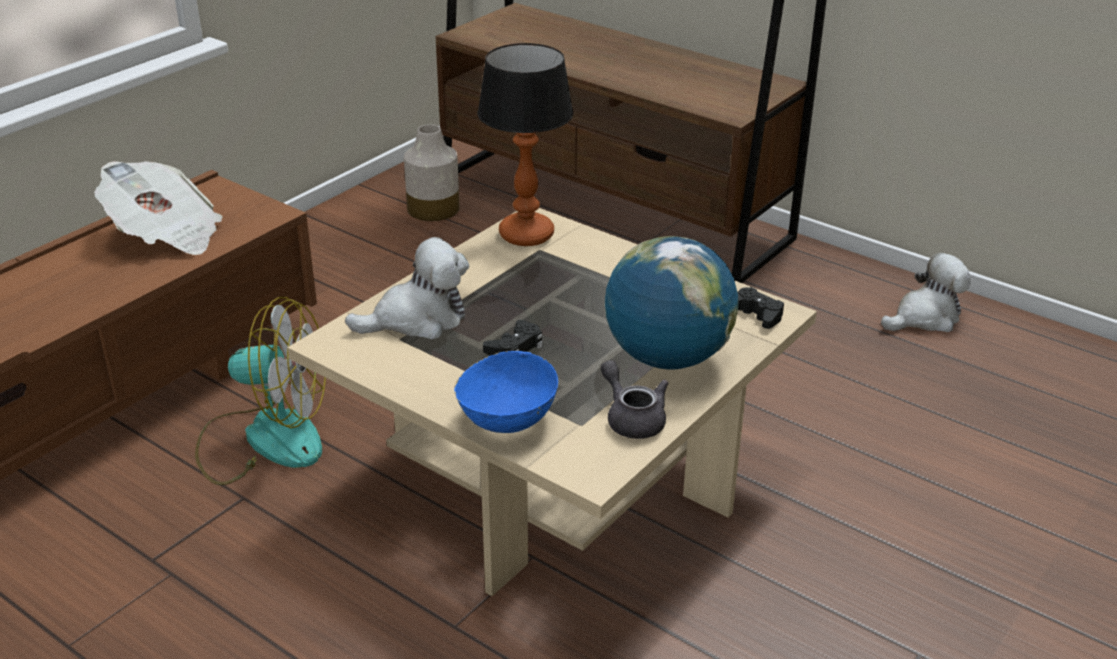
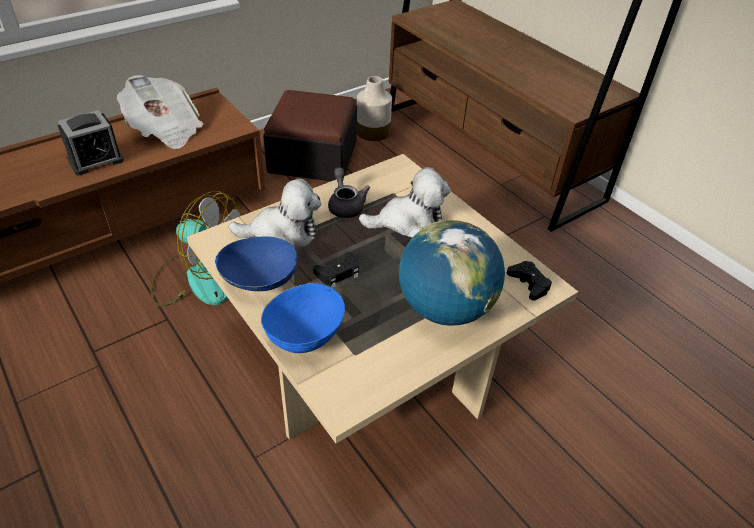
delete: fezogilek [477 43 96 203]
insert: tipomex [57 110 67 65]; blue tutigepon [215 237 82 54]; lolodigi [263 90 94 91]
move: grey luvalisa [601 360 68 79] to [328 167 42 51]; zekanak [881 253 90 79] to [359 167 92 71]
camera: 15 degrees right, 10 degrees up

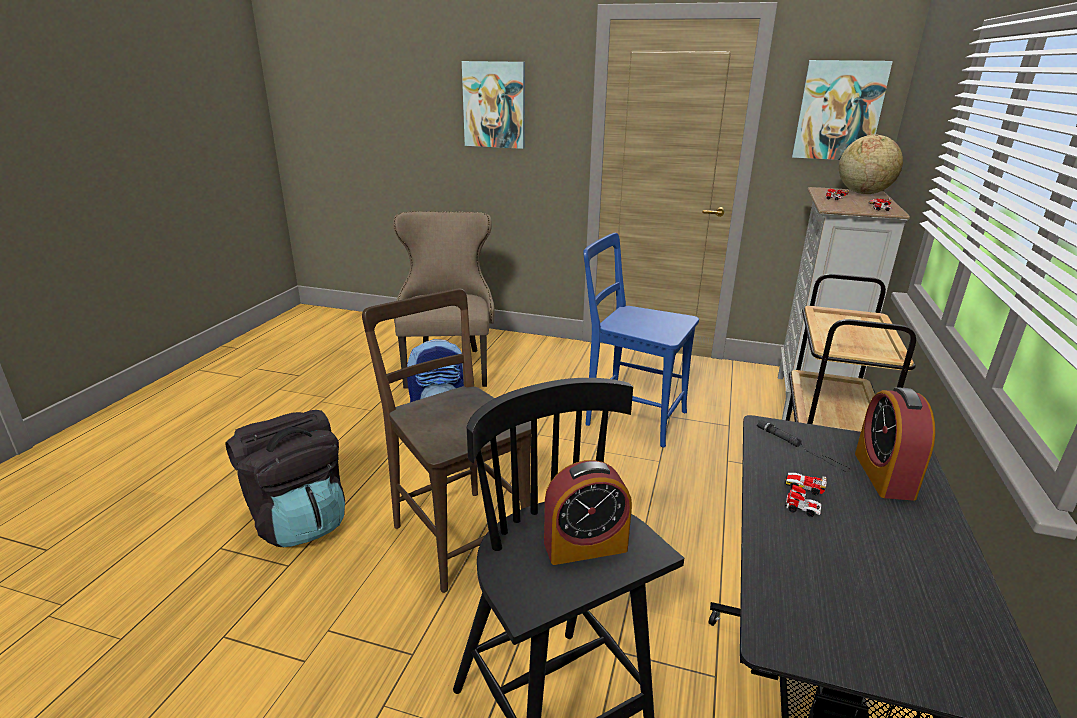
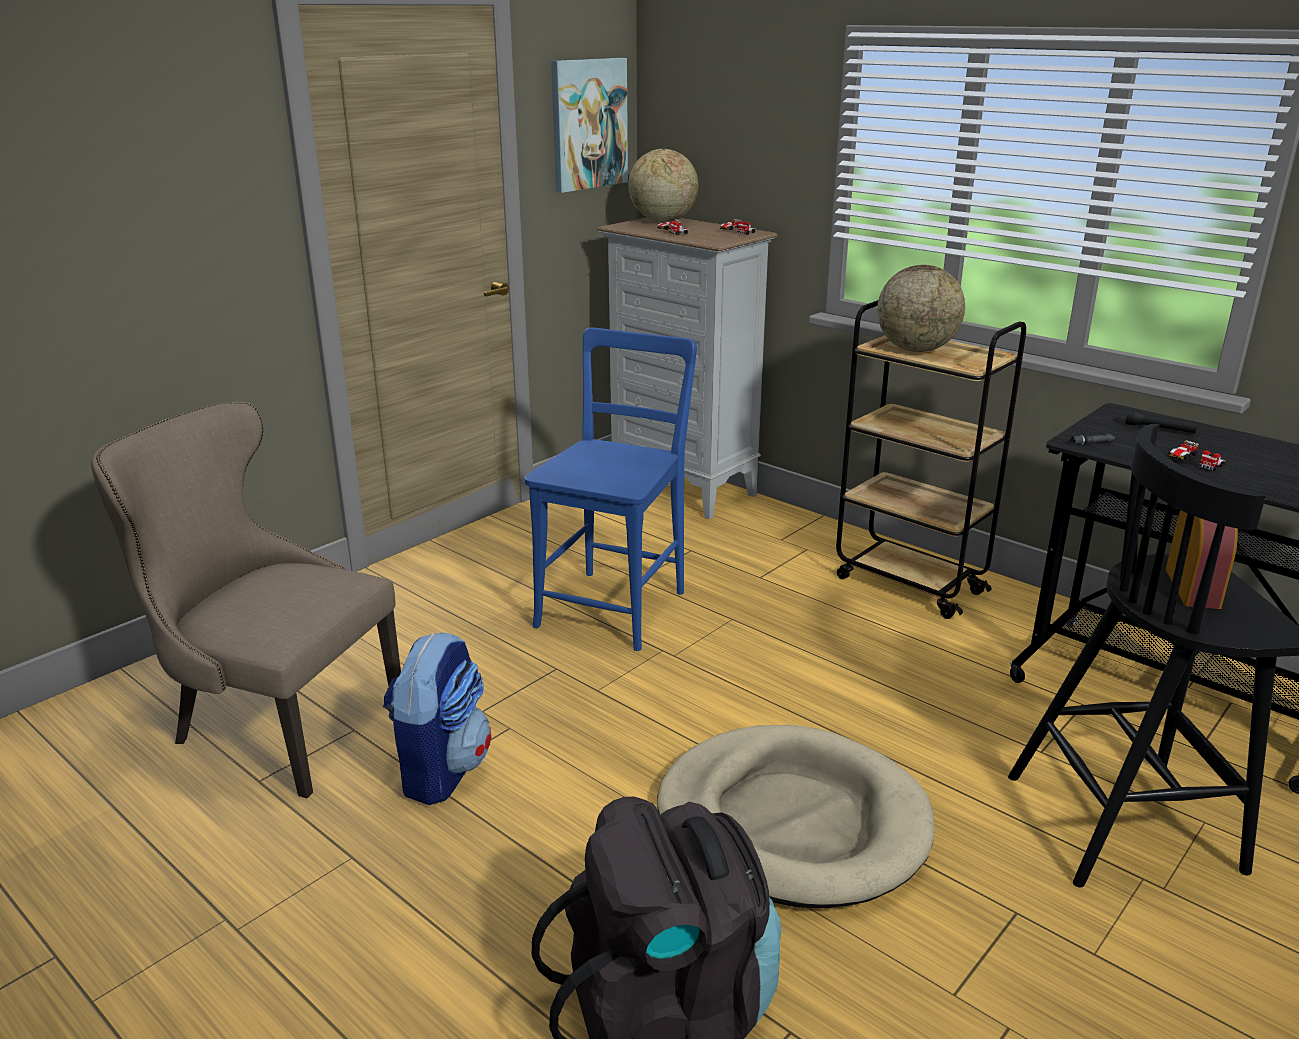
delete: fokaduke [462 61 63 88]
insert: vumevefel [877 265 88 87]
replace: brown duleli [362 289 169 304] to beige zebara [657 725 278 183]; tipomex [855 387 80 114] to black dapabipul [1125 409 73 24]
rotate: blue duleli [583 233 116 214] = [524 328 173 323] 150 degrees clockwise
camera: 65 degrees left, 0 degrees up

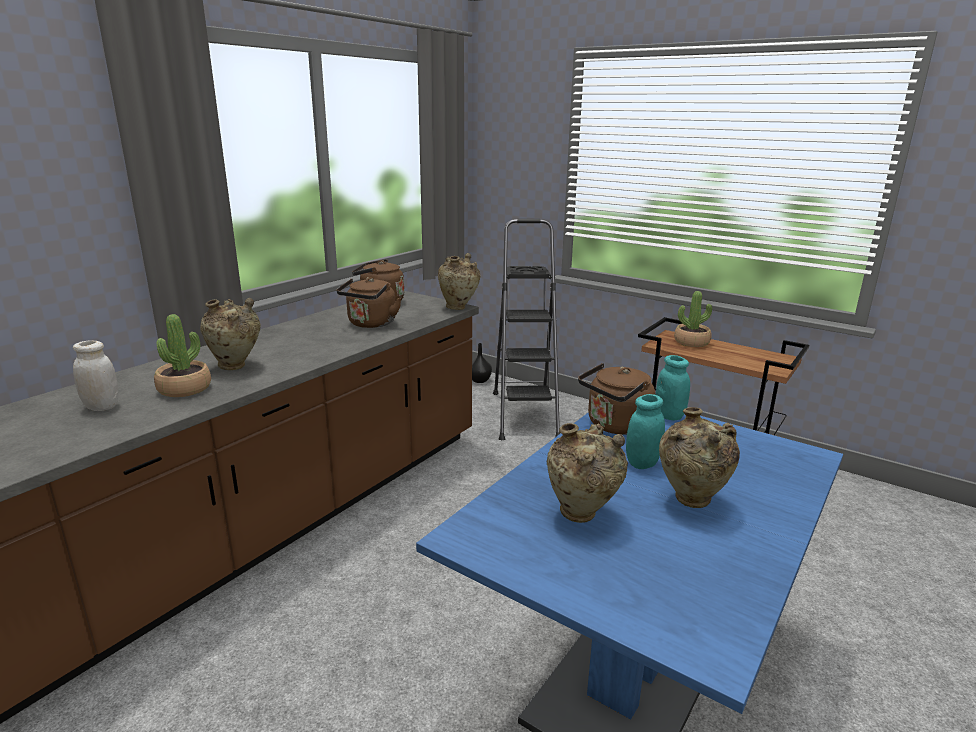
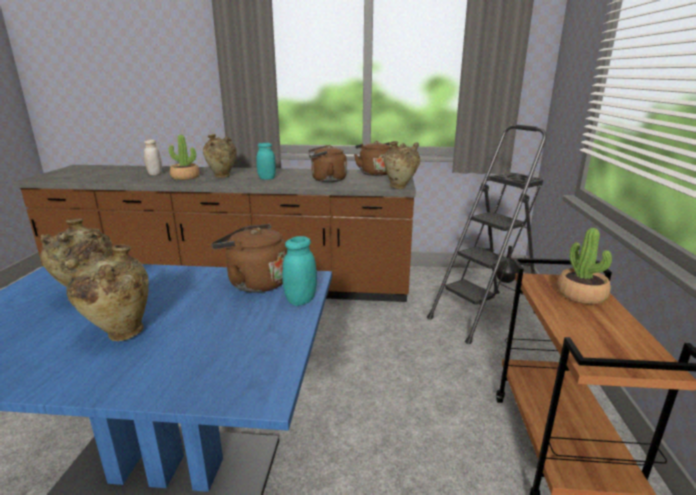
move: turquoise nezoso [626 394 39 75] to [256 143 20 37]
camera: 60 degrees right, 0 degrees up

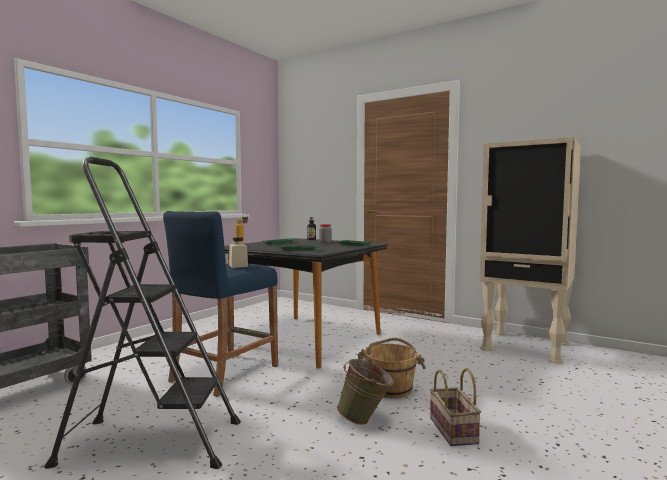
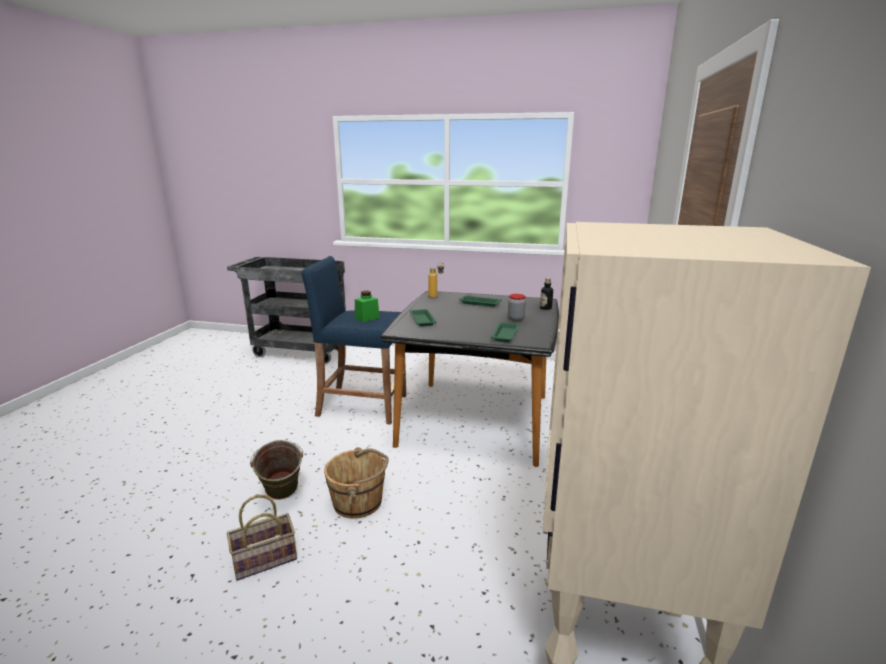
delete: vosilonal [44 157 197 312]
recolor: beige nezoso [229 237 19 31] to green nezoso [355 291 25 31]
camera: 70 degrees right, 15 degrees up

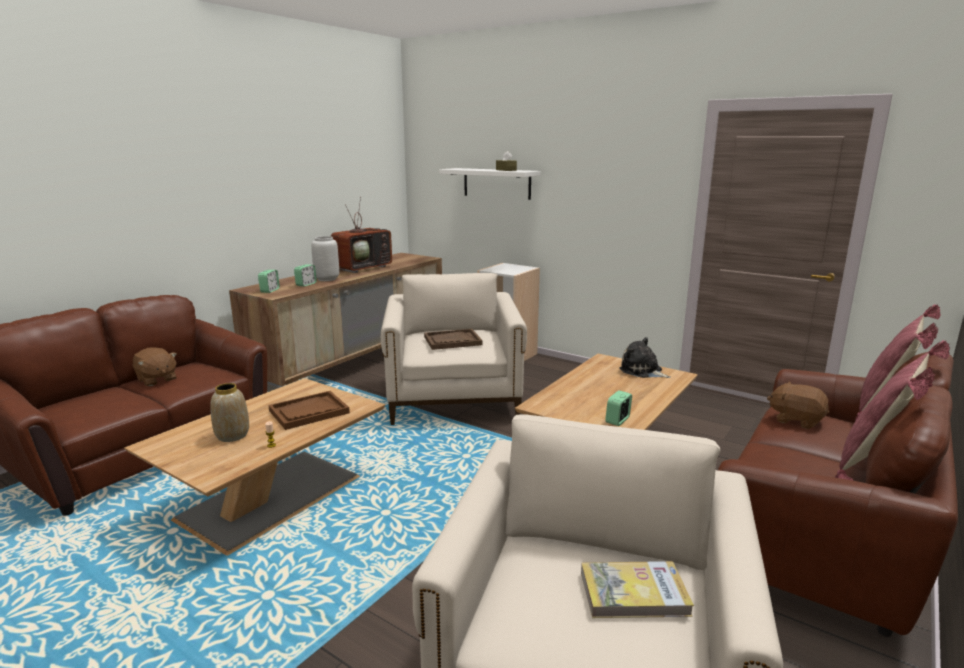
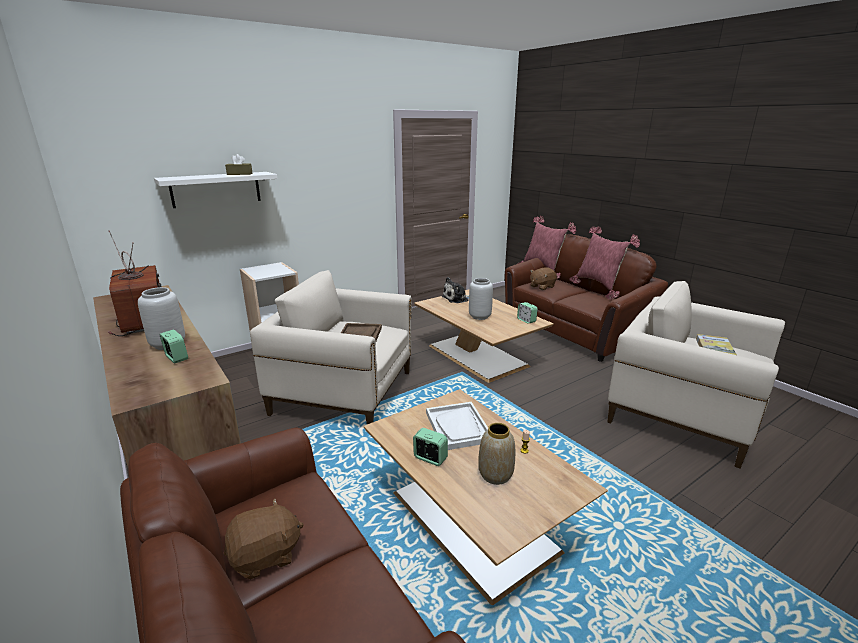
insert: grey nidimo [469 278 24 42]
move: tipomex [258 270 22 23] to [413 428 35 38]
recolor: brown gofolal [268 391 82 39] to white gofolal [426 402 62 48]
camera: 70 degrees left, 5 degrees up

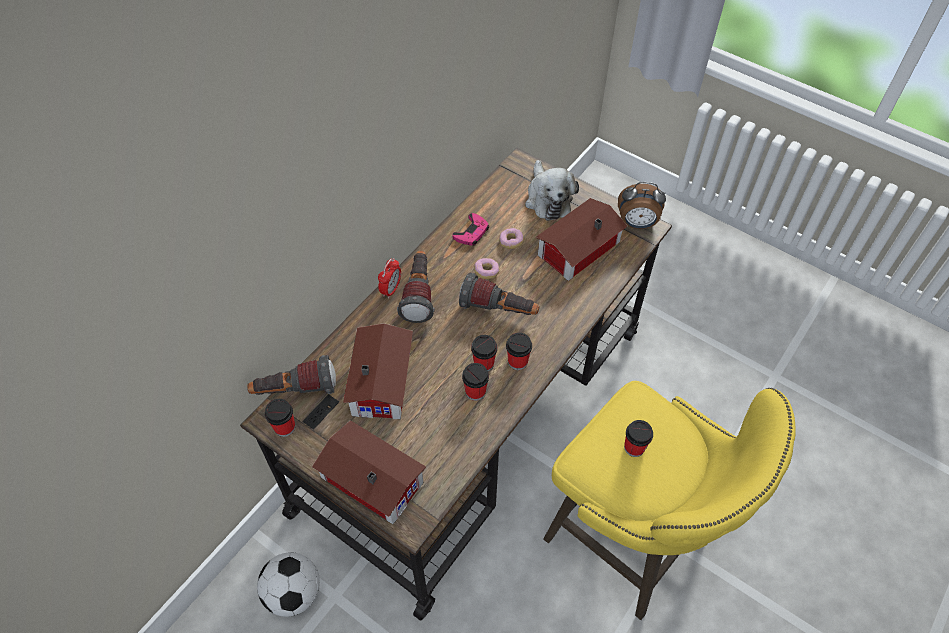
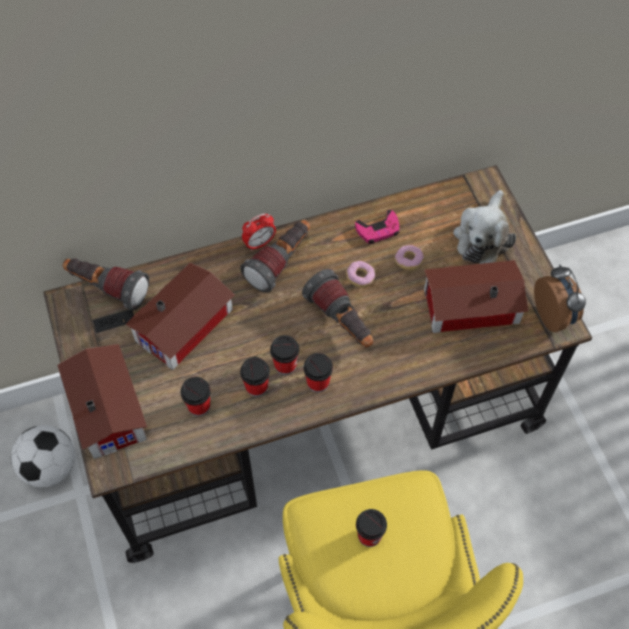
move: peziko [265 399 30 38] to [181 377 30 39]
rotate: tipomex [618 182 48 47] = [534 264 52 68] 150 degrees counterclockwise
camera: 35 degrees right, 5 degrees up

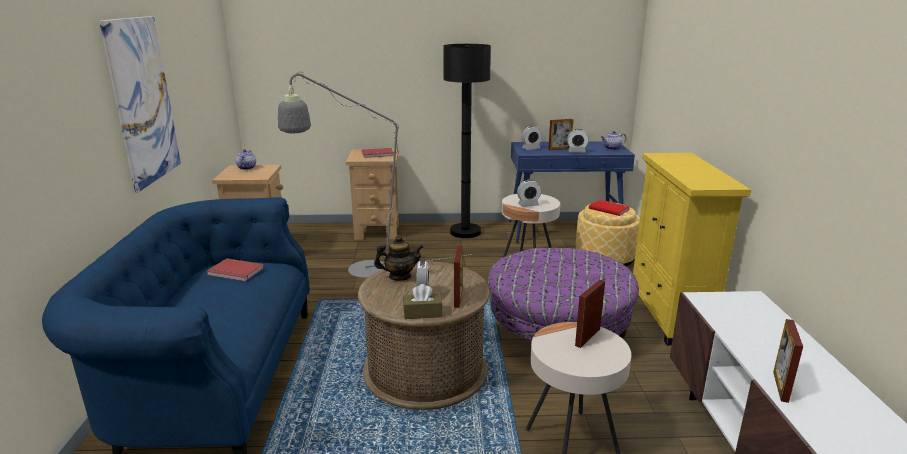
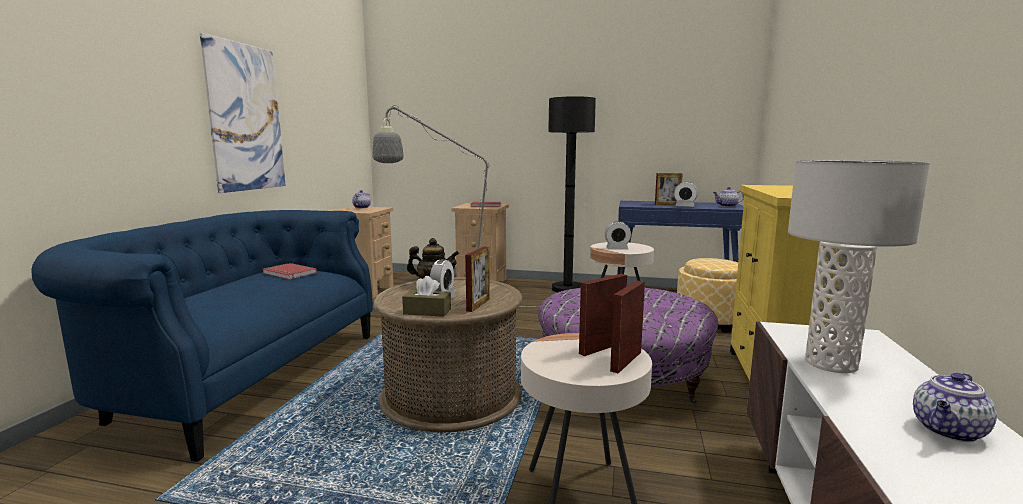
delete: tipomex [522 126 20 24]; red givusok [589 200 41 16]
insert: white fezogilek [788 160 142 213]; luvalisa [913 373 84 69]
move: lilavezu [773 319 30 84] to [610 281 35 93]
camera: 15 degrees right, 10 degrees down

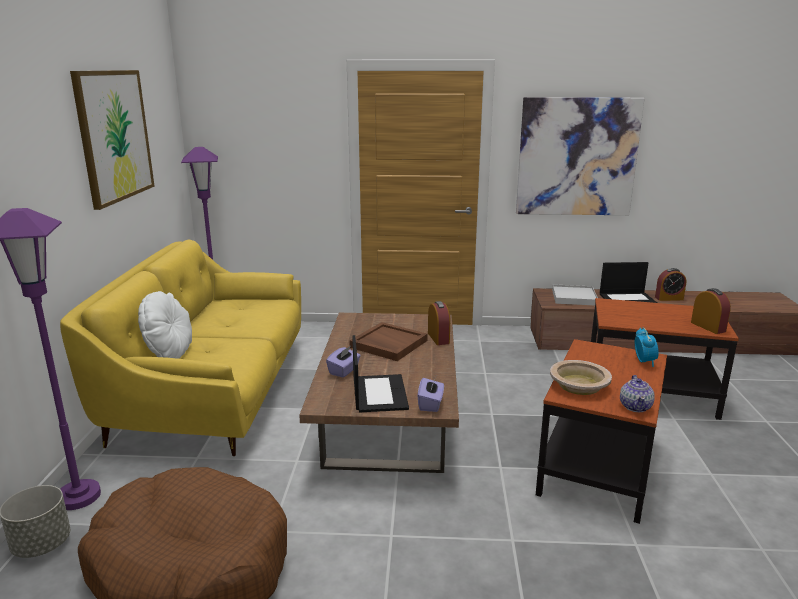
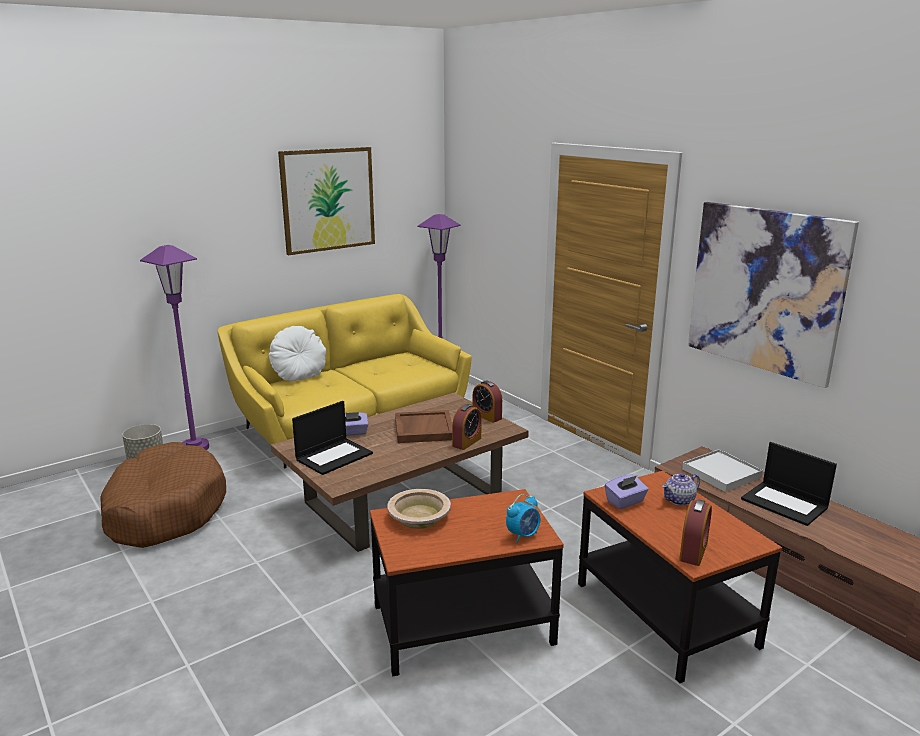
move: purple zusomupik [418 378 26 34] to [605 474 44 35]; luvalisa [620 375 35 37] to [662 473 38 33]; tipomex [655 268 31 33] to [472 381 30 42]
camera: 50 degrees right, 0 degrees up

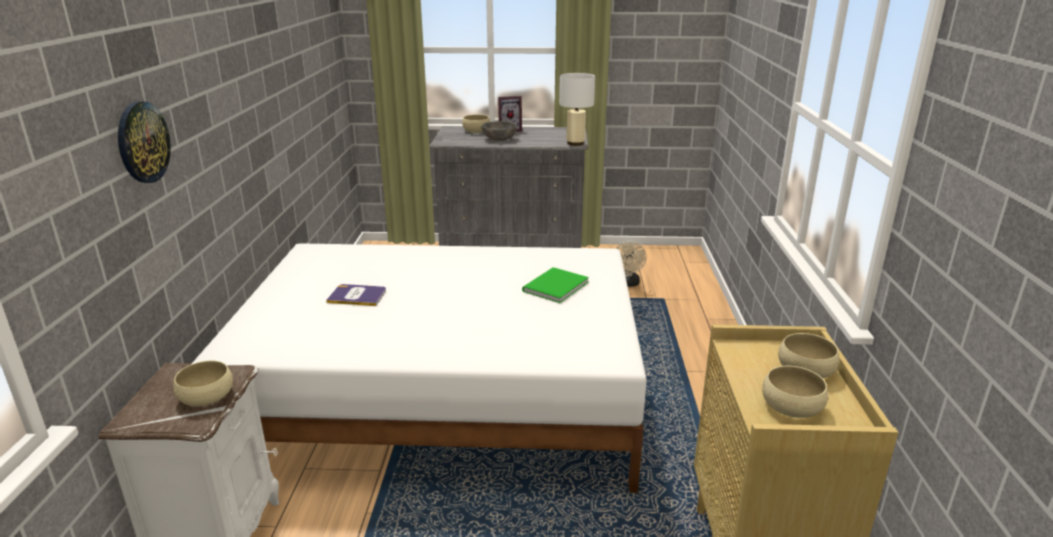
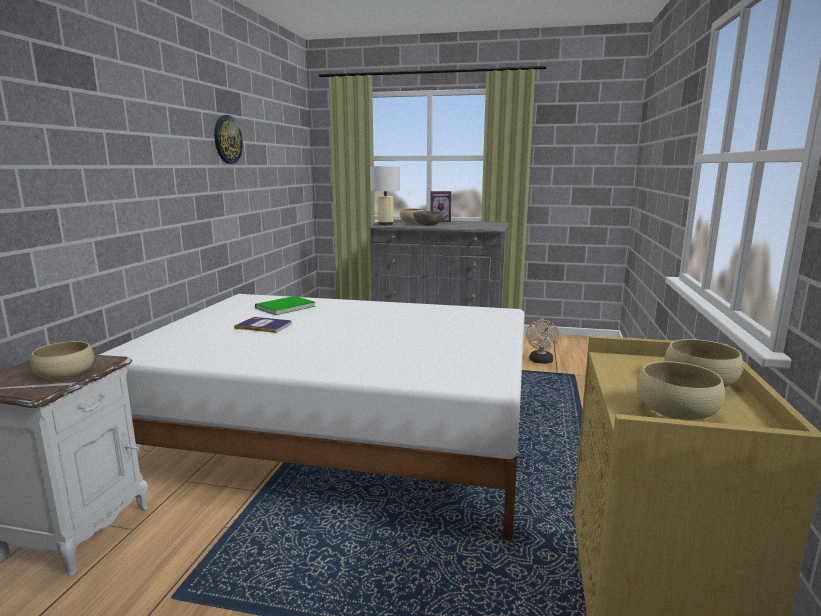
move: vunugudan [118 102 53 81] to [214 115 29 49]; green givusok [522 267 67 36] to [255 296 61 19]; white fezogilek [559 73 36 73] to [370 166 30 59]
camera: 10 degrees right, 10 degrees down

